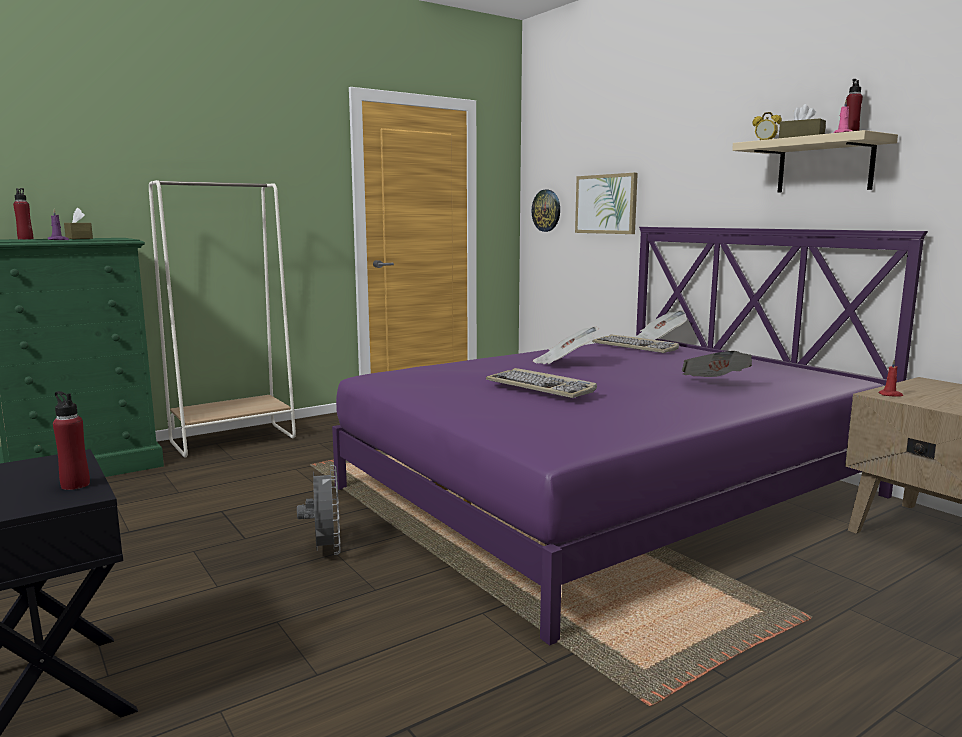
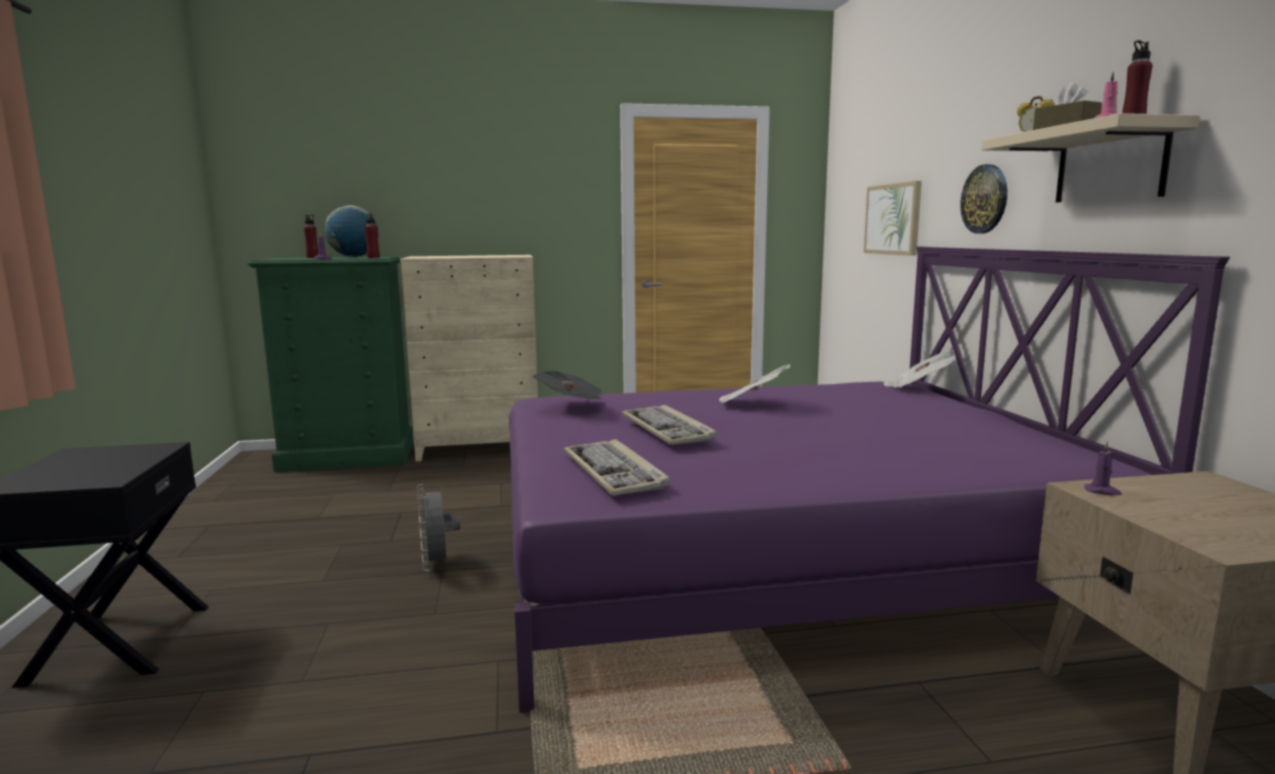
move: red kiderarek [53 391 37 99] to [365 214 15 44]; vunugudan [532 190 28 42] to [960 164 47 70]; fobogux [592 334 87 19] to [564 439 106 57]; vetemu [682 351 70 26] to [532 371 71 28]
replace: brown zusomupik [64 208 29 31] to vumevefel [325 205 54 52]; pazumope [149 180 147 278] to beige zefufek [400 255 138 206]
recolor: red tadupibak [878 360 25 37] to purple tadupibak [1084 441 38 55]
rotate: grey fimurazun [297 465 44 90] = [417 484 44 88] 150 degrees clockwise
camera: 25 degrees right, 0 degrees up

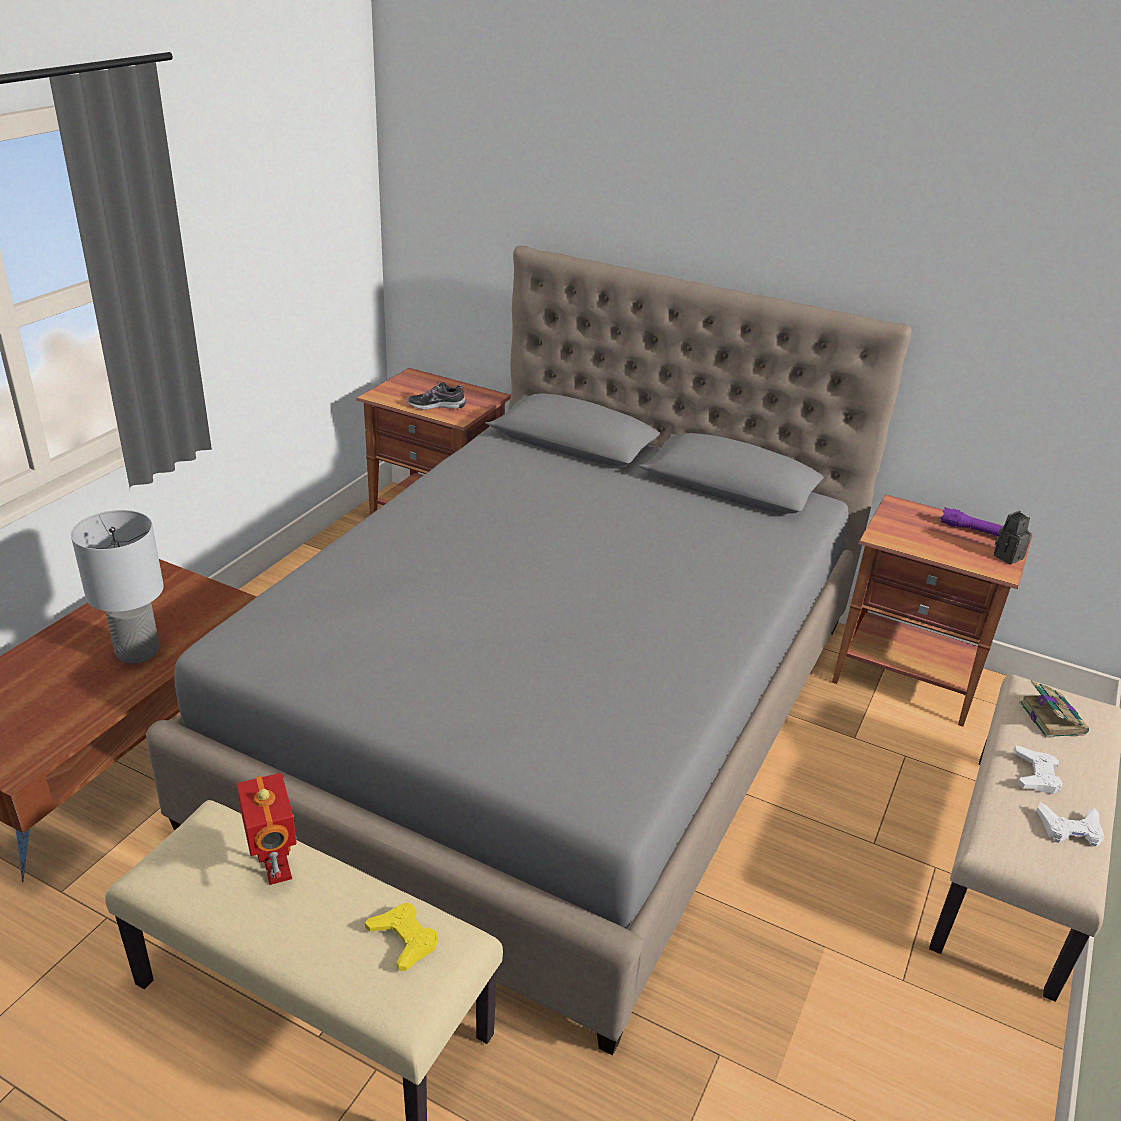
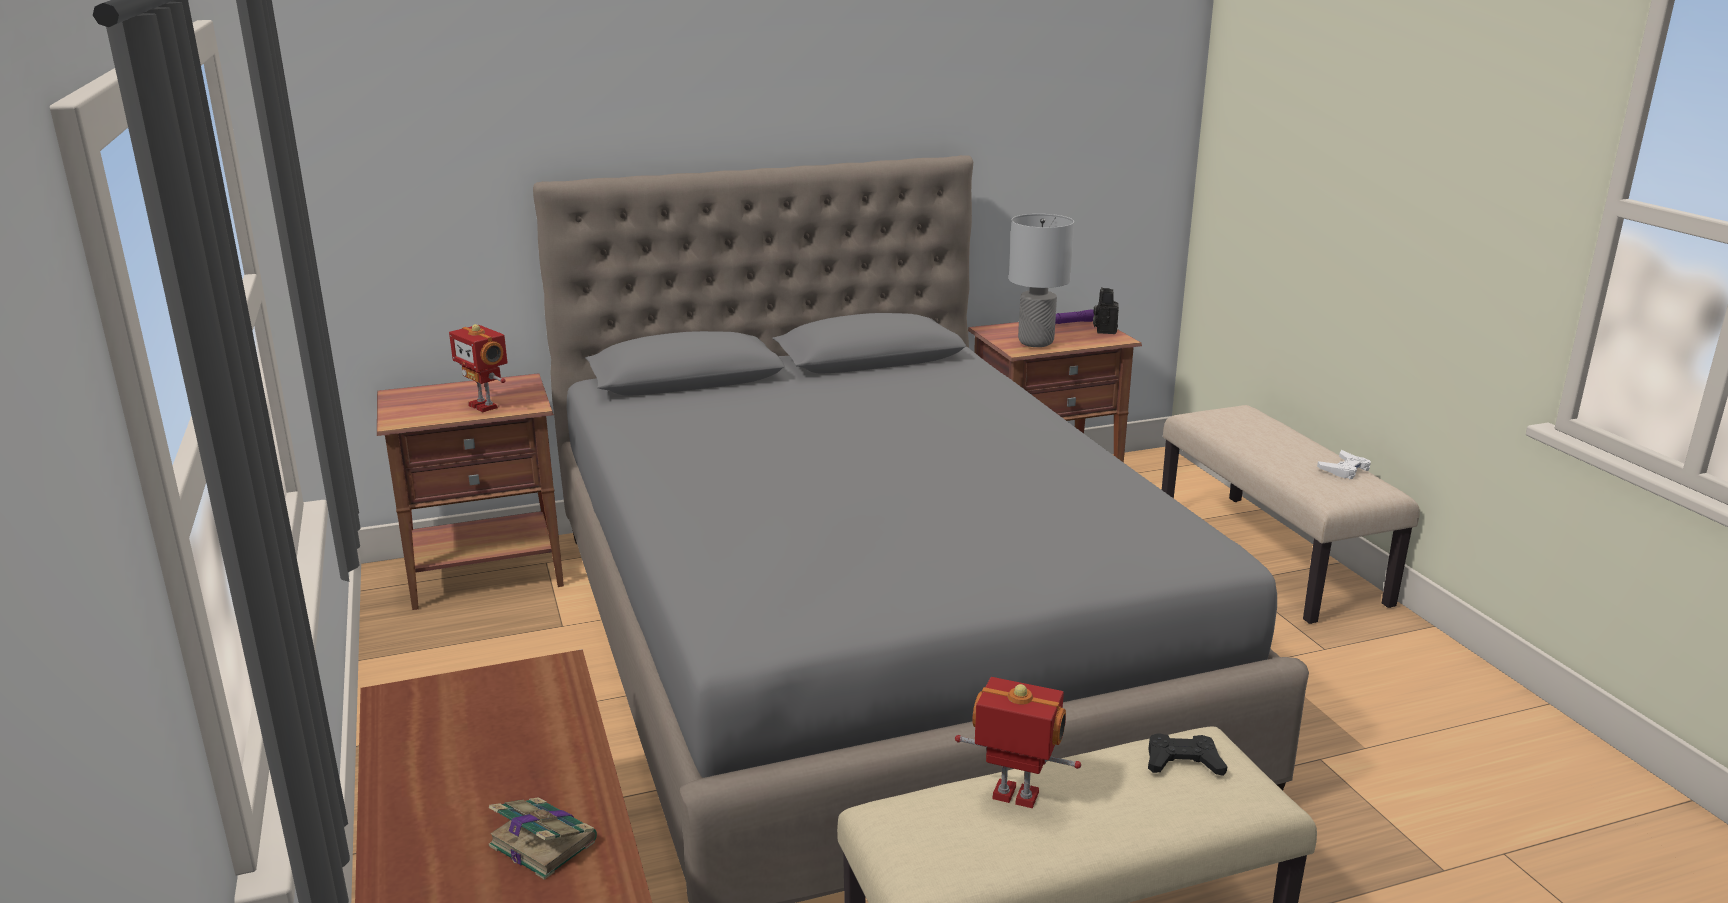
delete: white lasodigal [1014 746 49 48]
move: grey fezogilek [71 510 93 154] to [1009 214 65 133]; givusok [1019 680 70 58] to [489 797 108 83]
replace: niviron [407 382 59 28] to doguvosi [449 324 59 88]
recolor: yellow lasodigal [365 902 73 69] to black lasodigal [1148 733 80 43]
camera: 45 degrees left, 10 degrees down

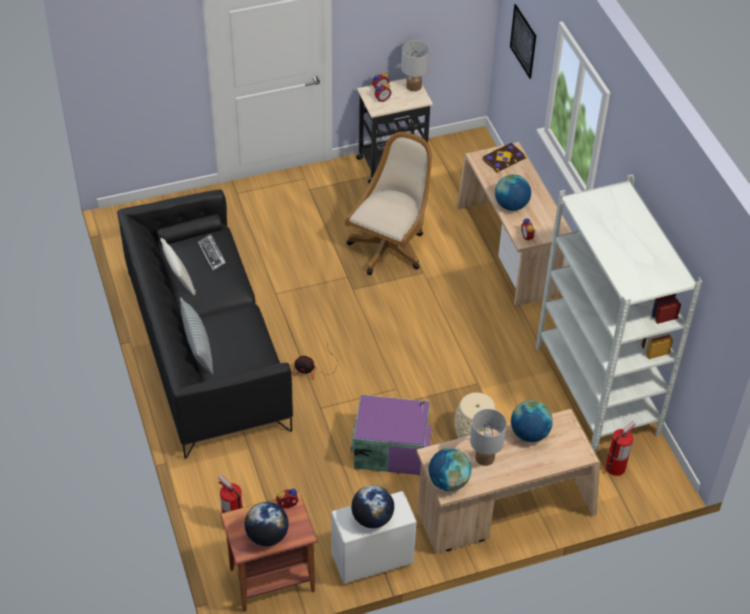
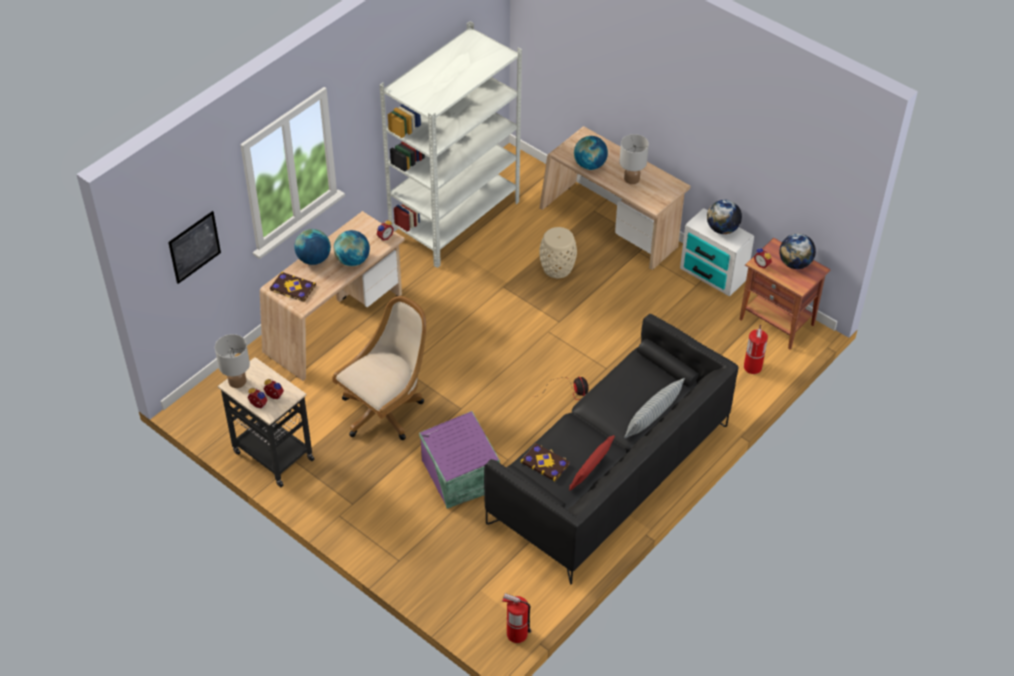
move: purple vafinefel [351 395 81 81] to [419 411 81 98]; vumevefel [429 448 42 43] to [294 229 37 36]; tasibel [606 421 29 55] to [502 593 29 50]
replace: fobogux [198 234 28 36] to givusok [520 443 50 38]
recolor: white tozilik [160 238 36 58] to red tozilik [569 435 46 55]
rotate: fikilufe [345 132 87 143] = [332 296 94 144] 135 degrees clockwise
camera: 120 degrees left, 0 degrees up

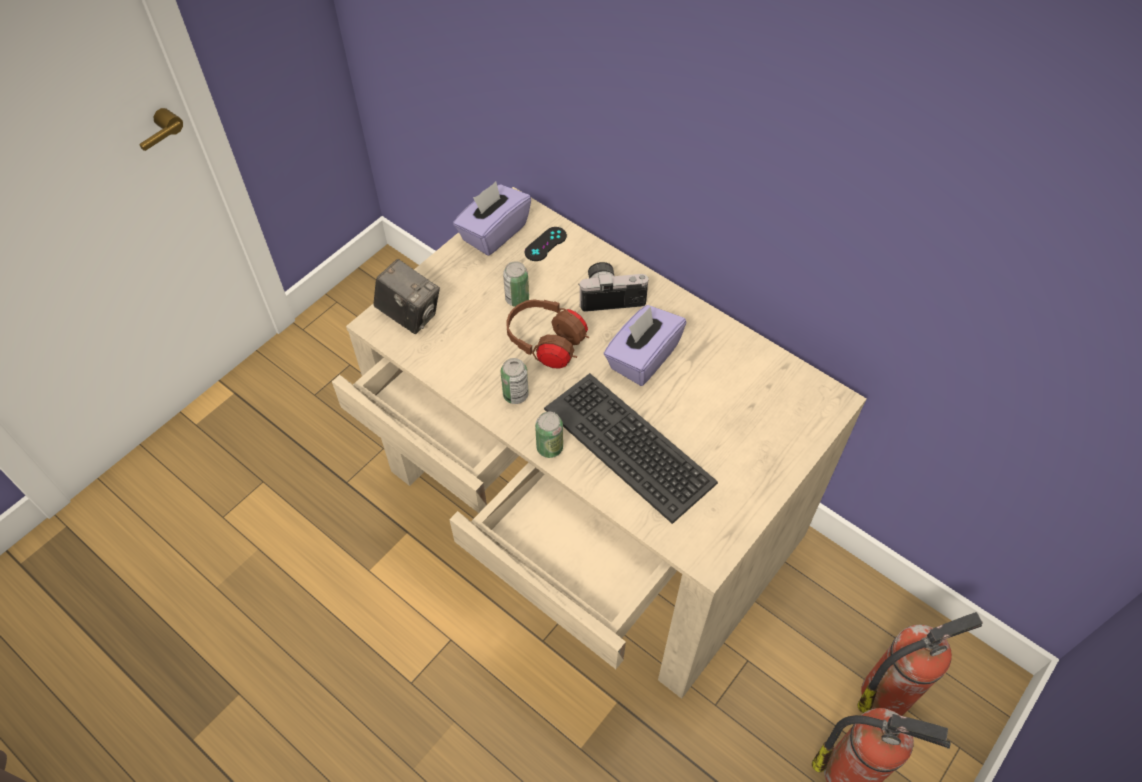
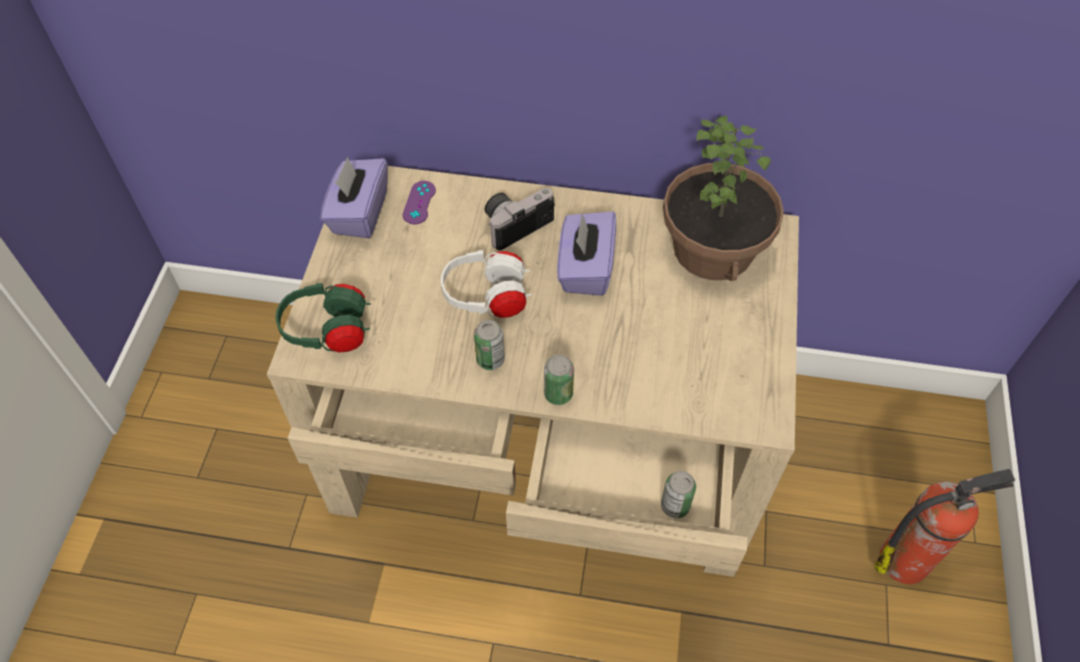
delete: fobogux [544 373 174 151]; tasibel [857 612 126 104]
insert: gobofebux [663 115 121 166]
move: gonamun [503 261 26 46] to [661 471 35 47]
replace: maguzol [373 259 67 75] to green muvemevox [275 283 96 69]
recolor: brown muvemevox [506 299 83 70] to white muvemevox [441 250 91 68]; black lasodigal [525 227 42 34] to purple lasodigal [403 181 33 43]
camera: 30 degrees left, 0 degrees up

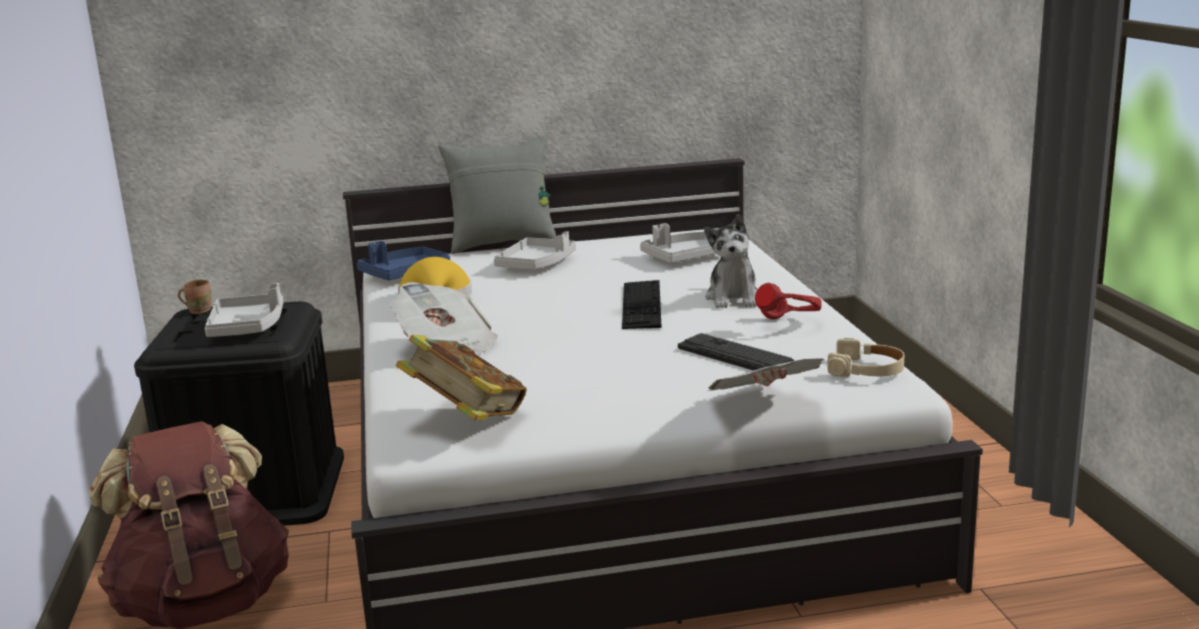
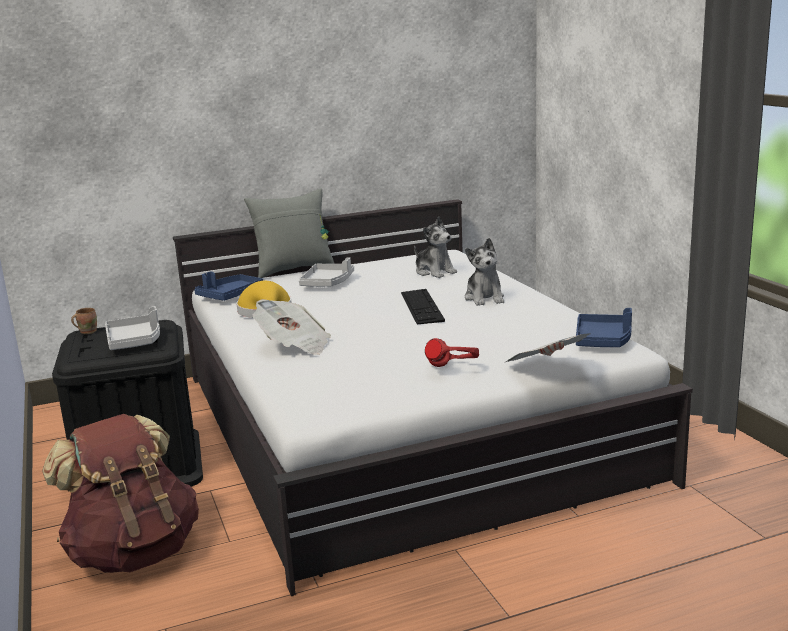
delete: givusok [396 335 131 85]; fobogux [678 333 117 38]
move: red muvemevox [755 283 67 36] to [425 338 54 29]
replace: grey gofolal [640 223 77 40] to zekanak [414 217 43 61]; beige muvemevox [827 338 77 39] to blue gofolal [576 308 56 39]
camera: 10 degrees left, 0 degrees up

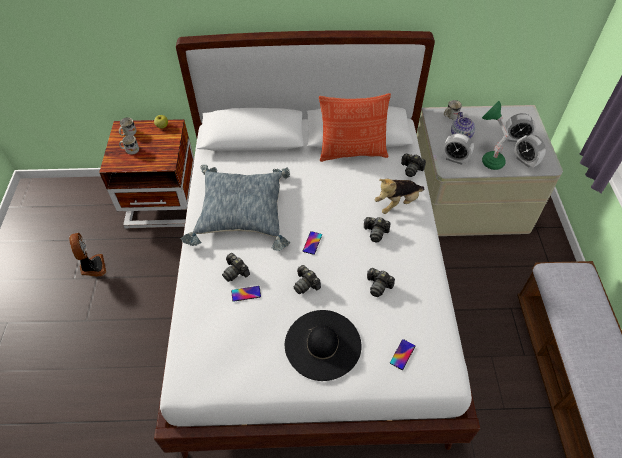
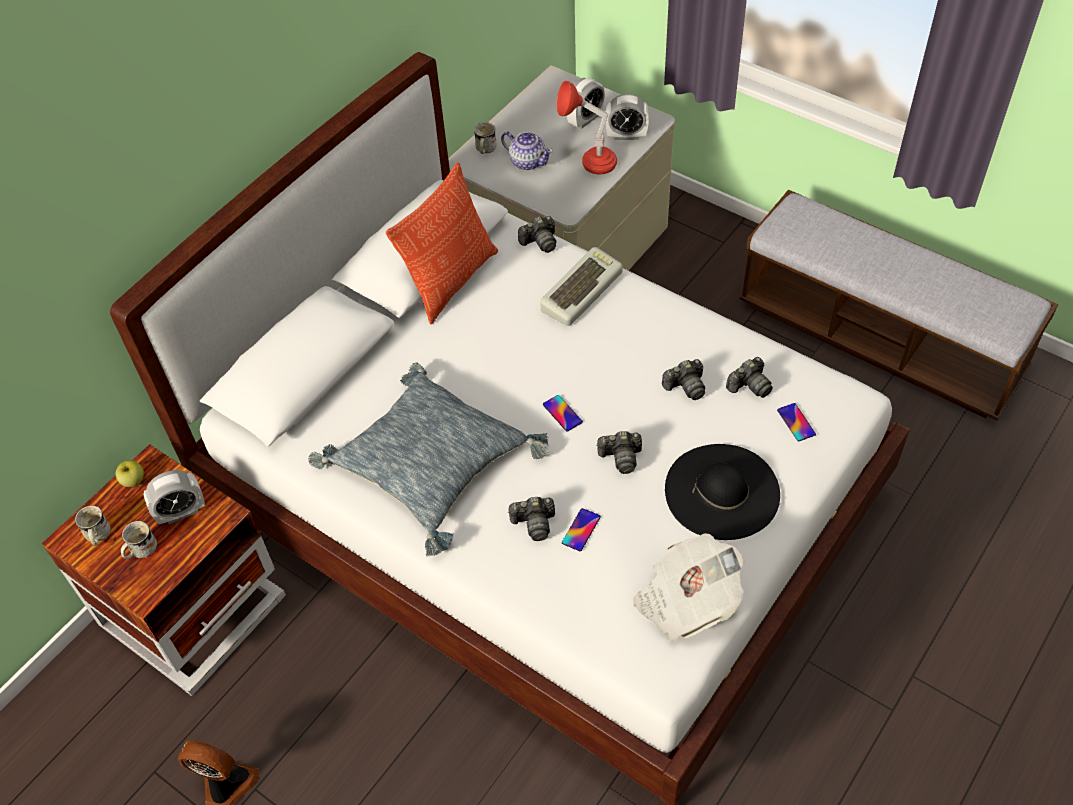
insert: vetemu [633 533 111 109]
move: maguzol [364 217 27 25] to [726 357 47 41]; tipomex [442 133 32 32] to [144 470 61 54]
replace: zekanak [374 179 50 35] to fobogux [540 247 83 79]
recolor: green fezogilek [482 101 27 69] to red fezogilek [557 81 60 93]
camera: 50 degrees left, 0 degrees up

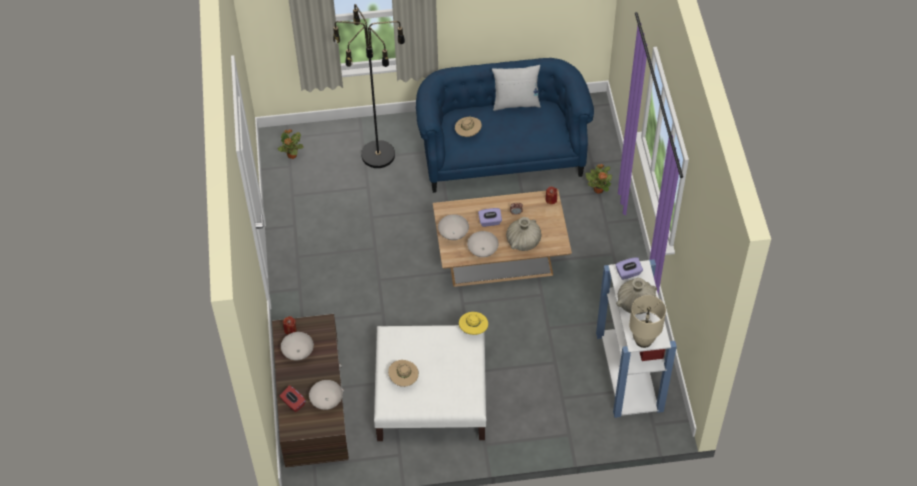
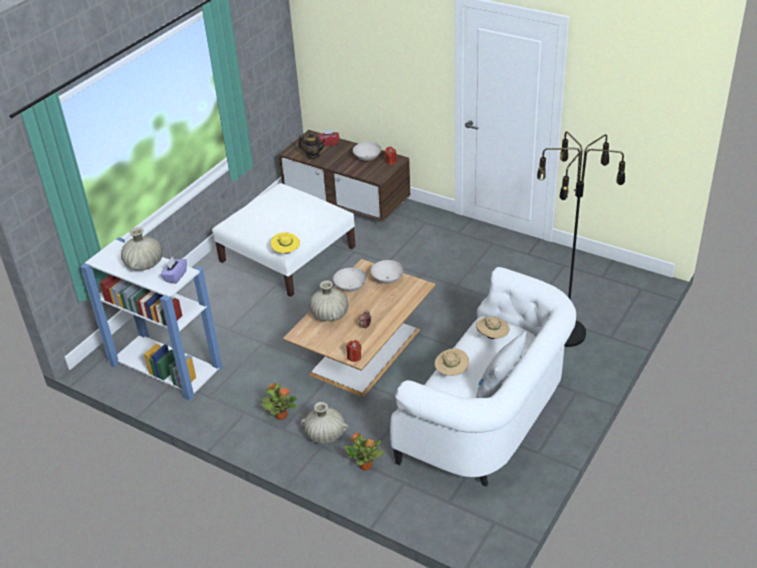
delete: purple zusomupik [478 208 24 19]; beige fezogilek [629 295 37 53]
insert: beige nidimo [301 402 47 41]
move: gobofebux [278 129 26 30] to [261 383 36 37]; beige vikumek [388 360 31 27] to [434 349 35 27]
replace: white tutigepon [309 380 34 30] to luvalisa [298 133 27 26]
recolor: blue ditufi [416 58 178 135] to white ditufi [390 267 186 220]
camera: 130 degrees right, 15 degrees down

